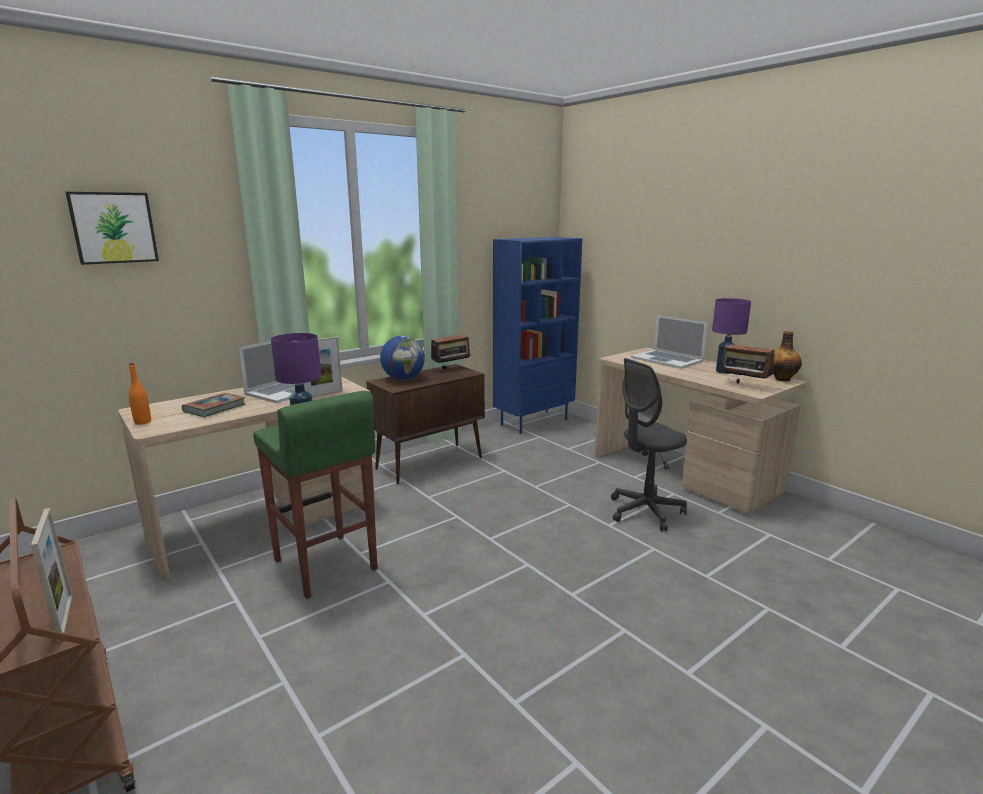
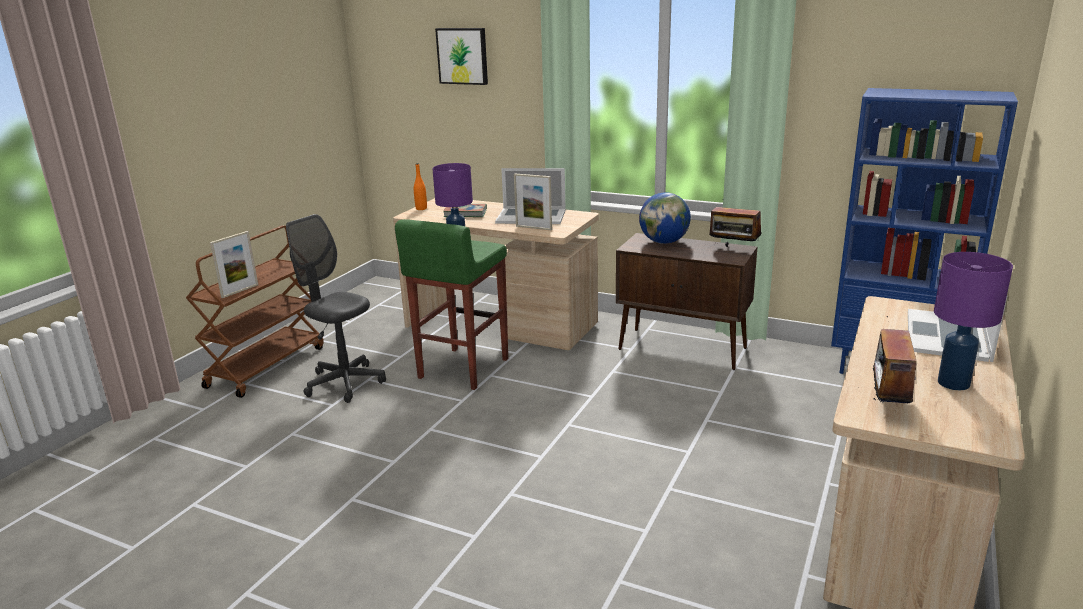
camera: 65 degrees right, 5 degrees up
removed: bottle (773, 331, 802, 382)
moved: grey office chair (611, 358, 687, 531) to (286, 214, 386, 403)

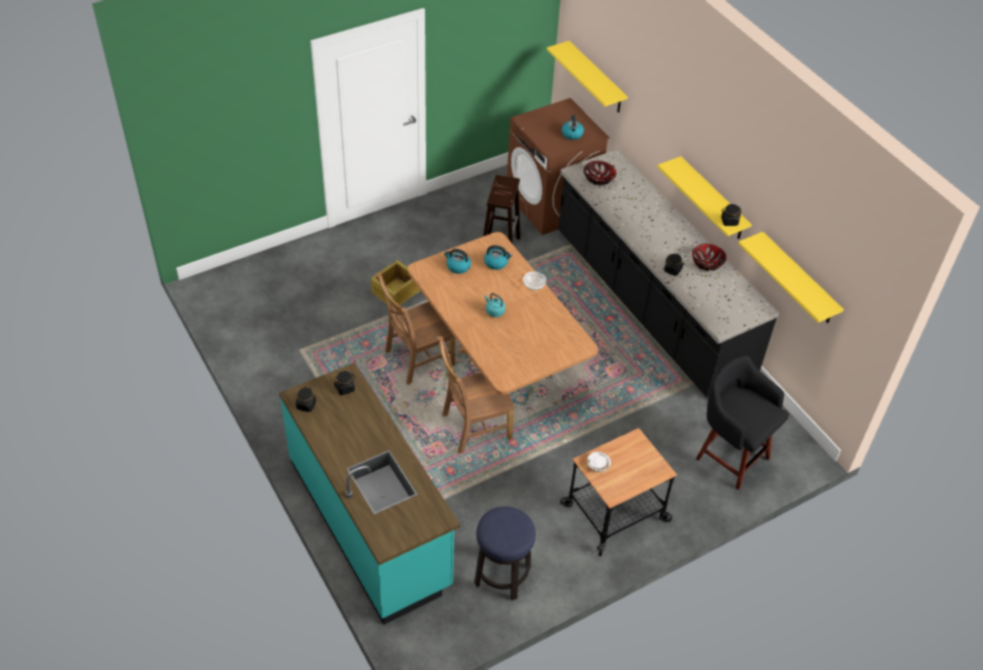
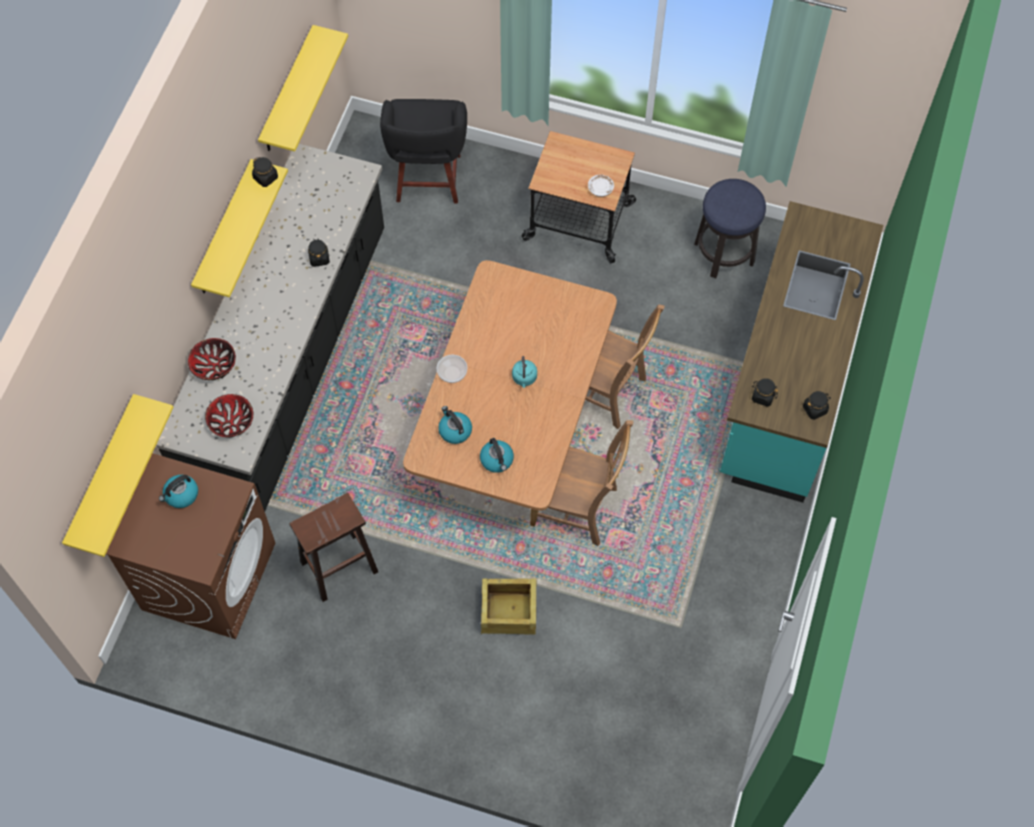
camera: 130 degrees left, 15 degrees up
moved: bowl (692, 244, 727, 271) to (188, 338, 236, 380)

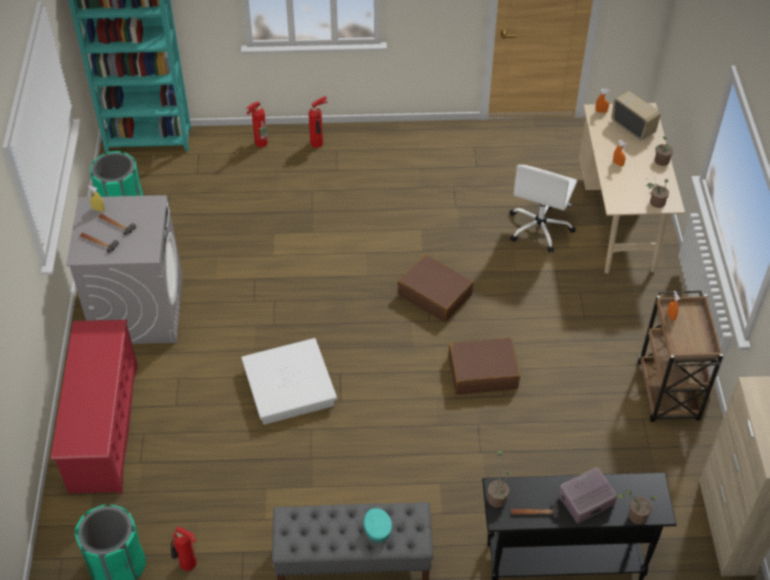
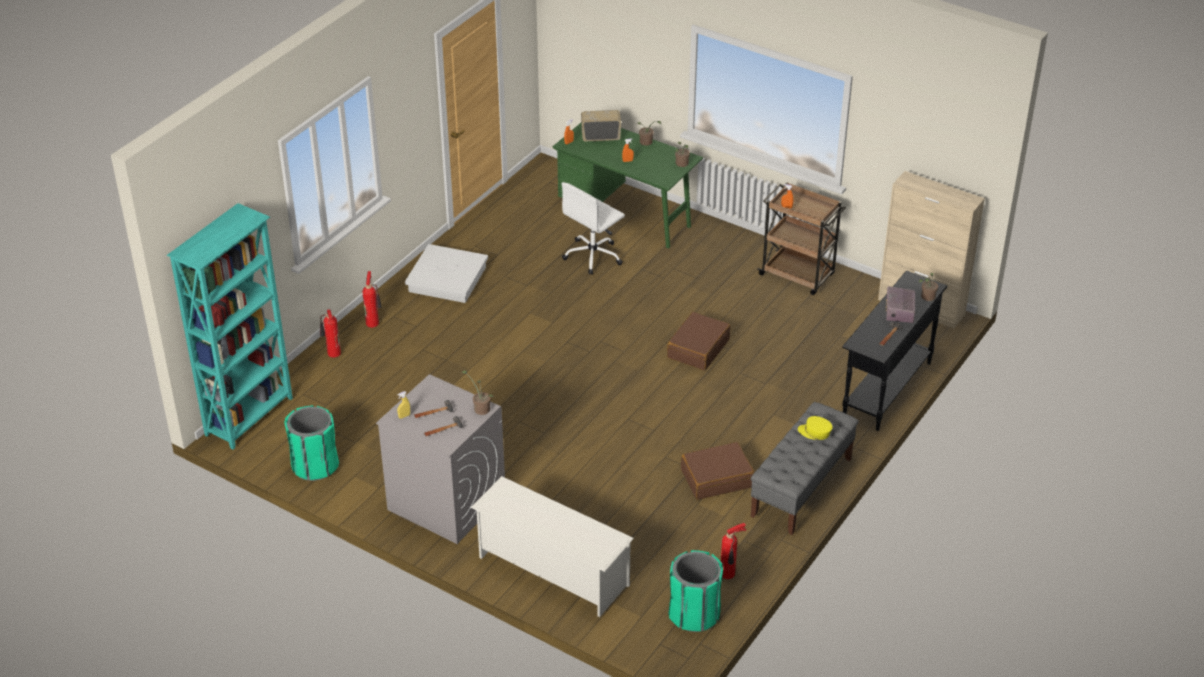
camera: 55 degrees left, 10 degrees down
moved: brown suitcase (398, 254, 474, 322) to (681, 442, 754, 500); white storage box (241, 338, 337, 425) to (405, 244, 488, 303); potted plant (488, 450, 512, 507) to (462, 371, 494, 415)
recoloured: beige desk (579, 103, 685, 274) to green desk (553, 123, 703, 248); red shoe rack (51, 320, 138, 494) to white shoe rack (471, 476, 634, 617); turquoise cap (364, 508, 392, 543) to yellow cap (798, 416, 832, 440)
turned: white office chair (509, 165, 577, 253) = (562, 182, 625, 275) 75 degrees clockwise

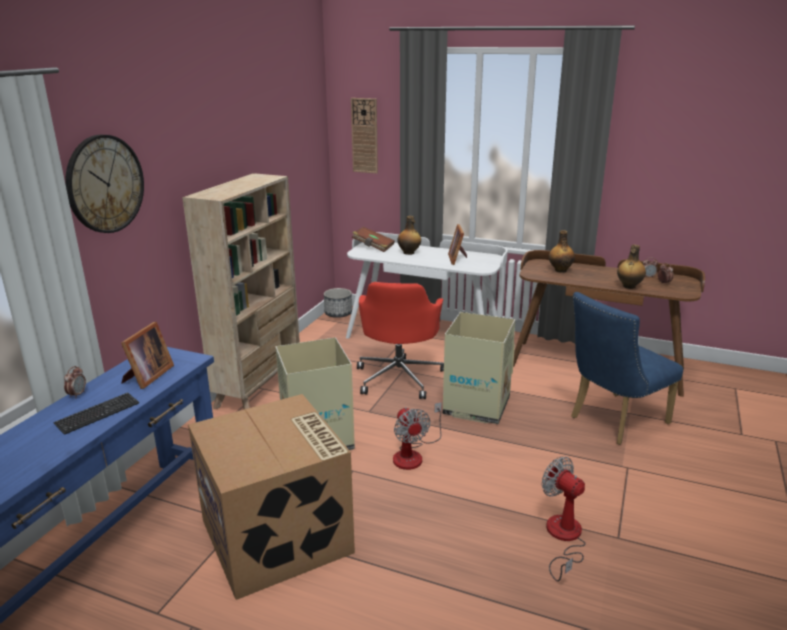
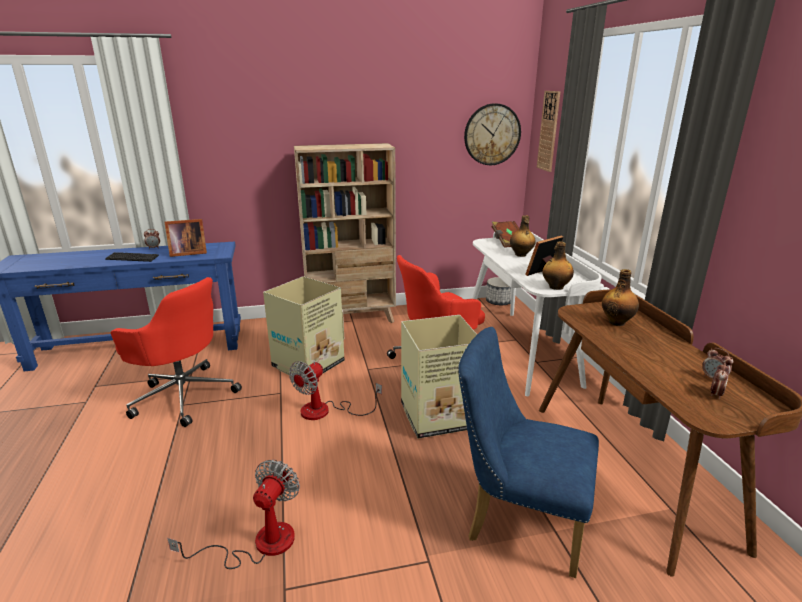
camera: 55 degrees right, 0 degrees up
moved: wall clock (65, 135, 144, 233) to (464, 103, 521, 165); bottle (617, 245, 646, 289) to (542, 241, 574, 290)
replaced: cardboard box (188, 394, 355, 600) to red office chair (111, 277, 242, 427)

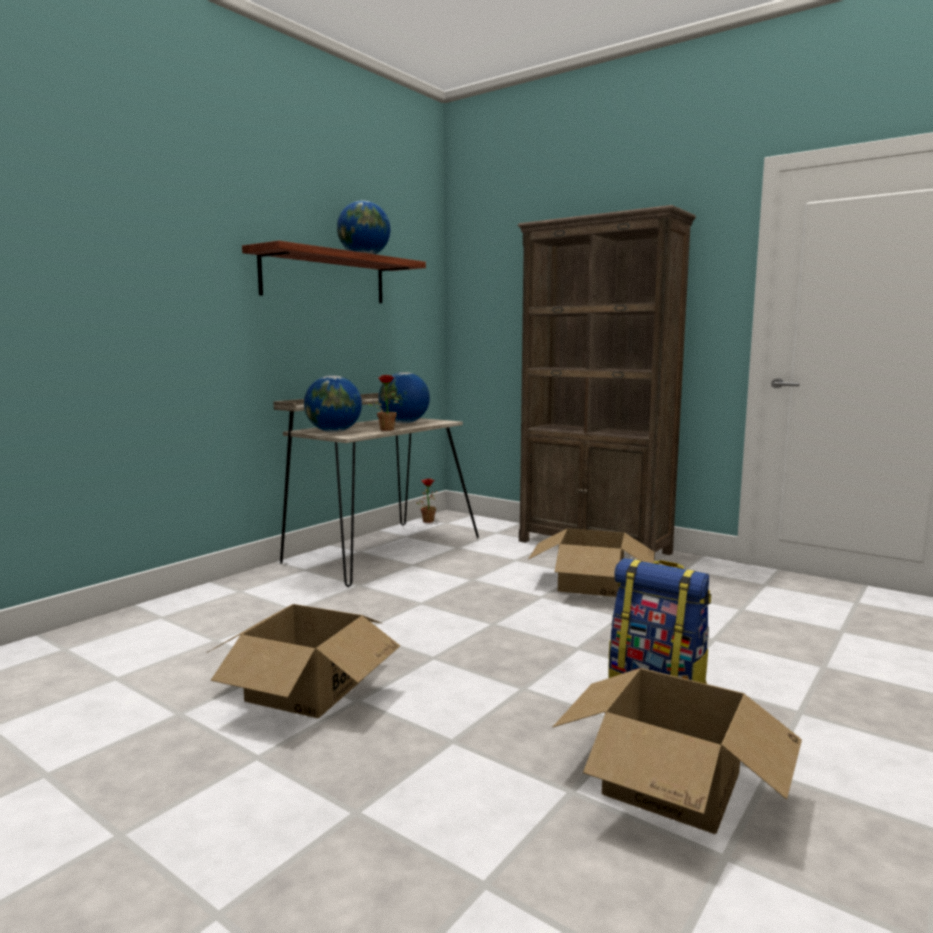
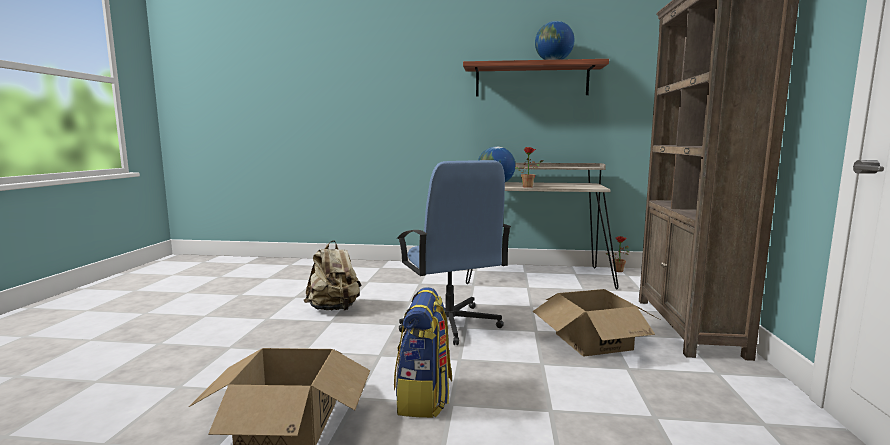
camera: 60 degrees right, 0 degrees up
removed: globe (379, 372, 430, 423)
added: blue office chair (397, 160, 511, 345)
replaced: cardboard box (207, 604, 400, 718) to beige backpack (304, 240, 361, 311)

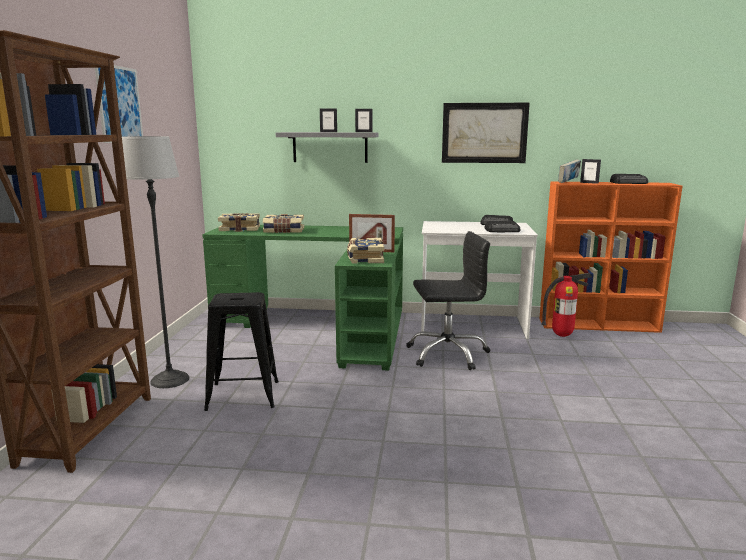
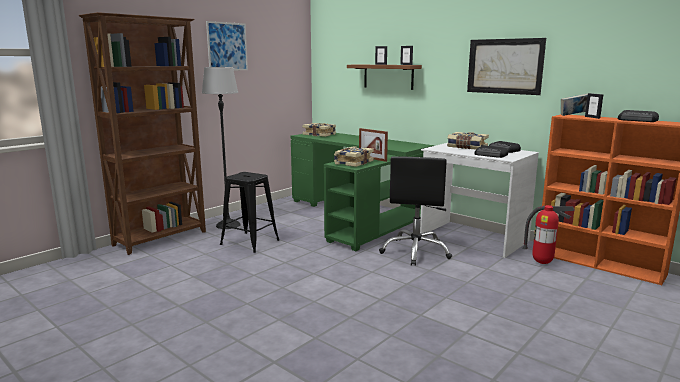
camera: 35 degrees right, 0 degrees up
moved: book (263, 214, 304, 233) to (447, 132, 489, 150)
recoloured: grey shelf (276, 132, 379, 163) to brown shelf (347, 65, 422, 90)
turned: black office chair (406, 231, 490, 370) = (379, 156, 452, 266) 75 degrees clockwise

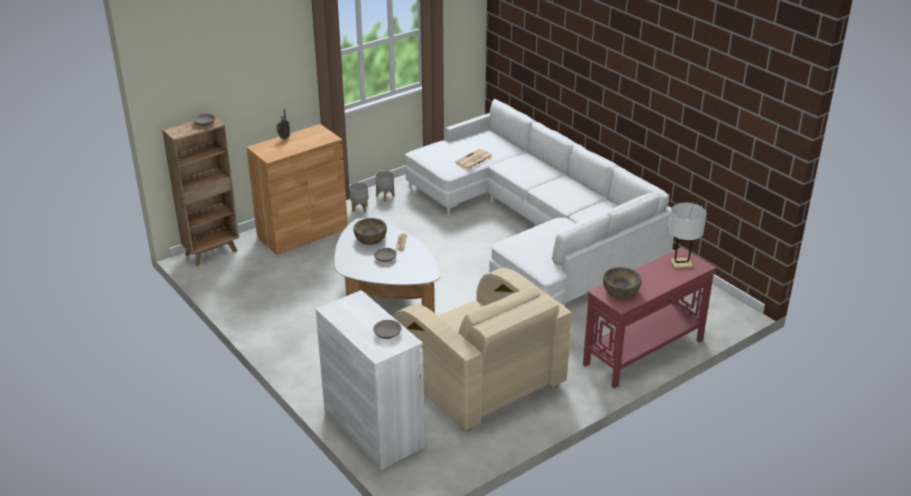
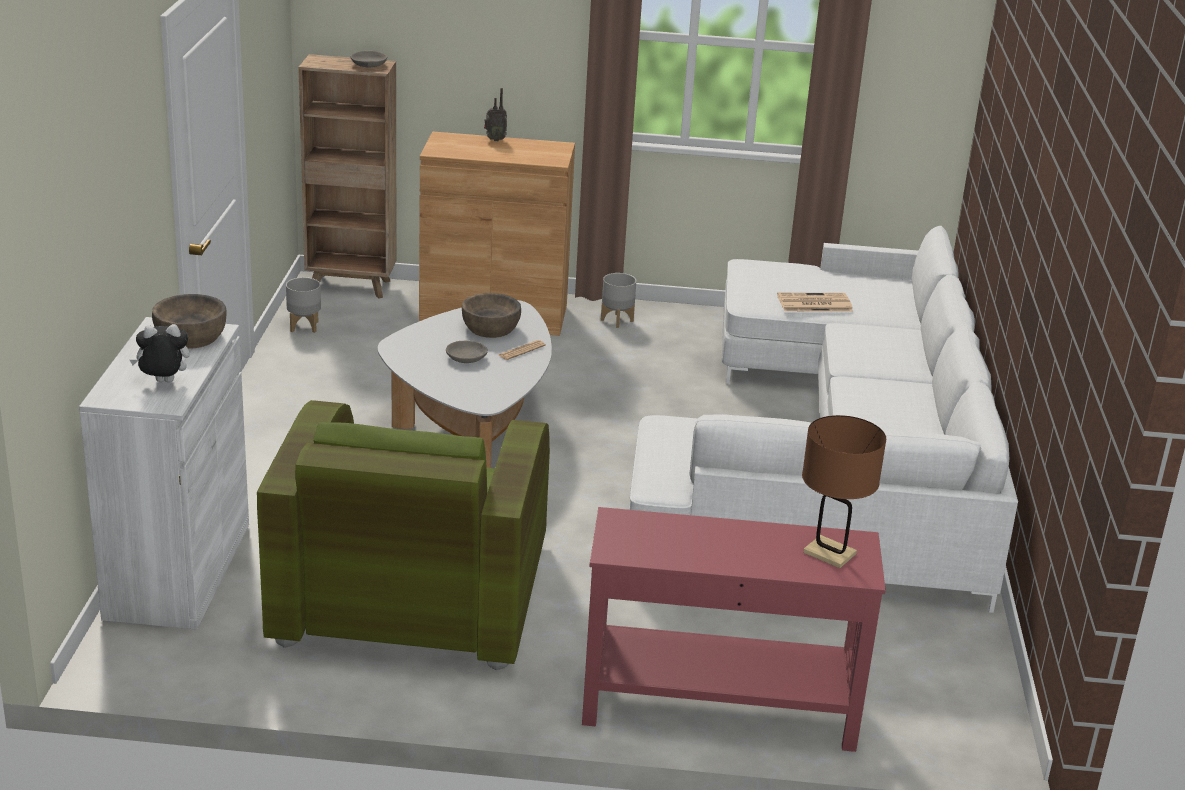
camera: 40 degrees right, 5 degrees down
moved: grey planter (375, 170, 394, 201) to (286, 277, 321, 333); brown bowl (603, 267, 642, 299) to (152, 294, 227, 348)
replaced: grey bowl (373, 320, 402, 339) to plush toy (130, 324, 190, 383)
recoloured: white table lamp (669, 202, 707, 269) to brown table lamp (802, 415, 886, 568); beige armchair (393, 268, 571, 431) to green armchair (257, 400, 550, 670)

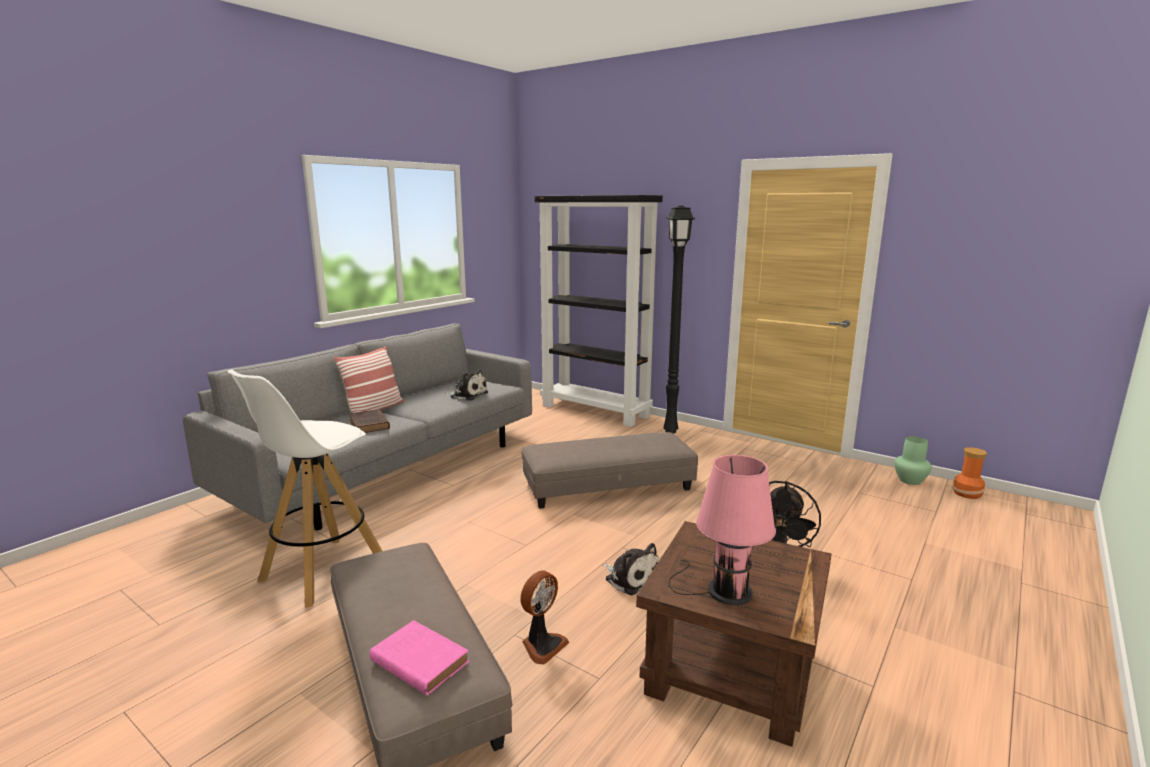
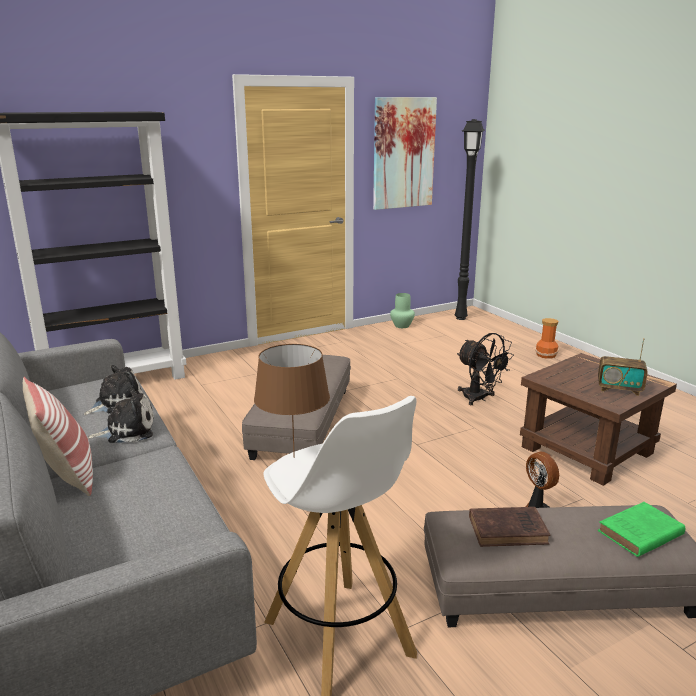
camera: 65 degrees left, 5 degrees up
added: picture (373, 97, 437, 210); brown table lamp (254, 344, 330, 458)
moved: black floor lamp (663, 206, 696, 434) to (455, 119, 485, 320); brown book (349, 409, 390, 433) to (469, 507, 550, 547); vase (952, 447, 987, 499) to (535, 318, 559, 359); plush toy (602, 543, 659, 595) to (87, 388, 154, 443)
replaced: pink table lamp (669, 455, 776, 605) to radio (598, 338, 648, 396)
recoloured: pink book (370, 620, 470, 696) to green book (598, 502, 685, 557)

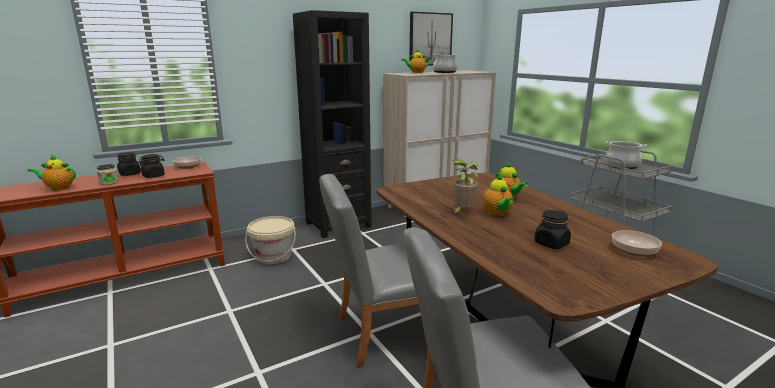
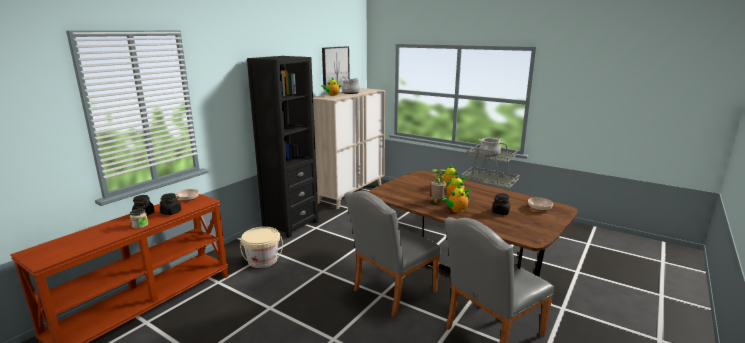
camera: 25 degrees left, 0 degrees up
moved: teapot (27, 154, 76, 191) to (442, 184, 469, 212)

